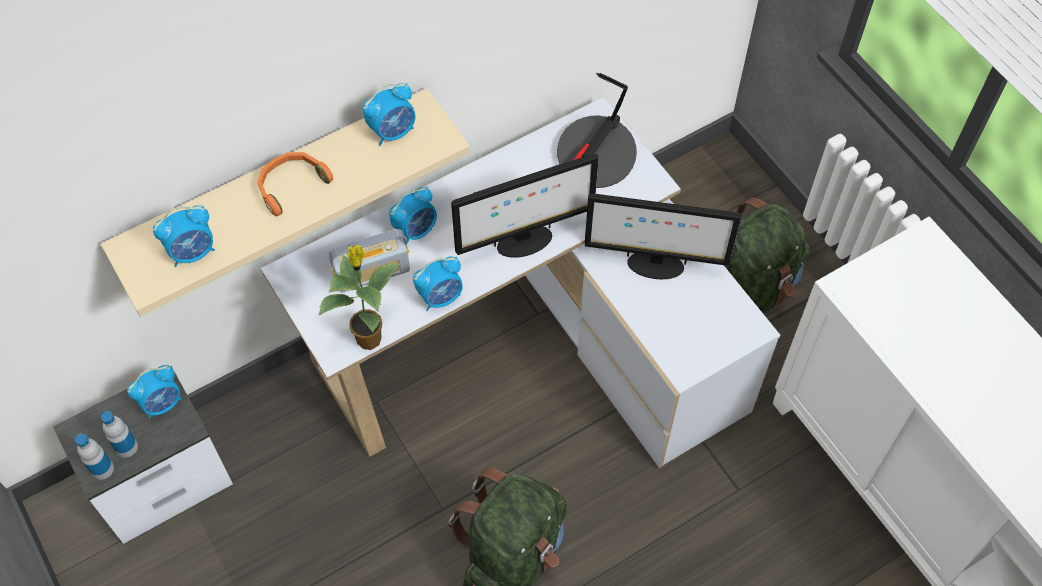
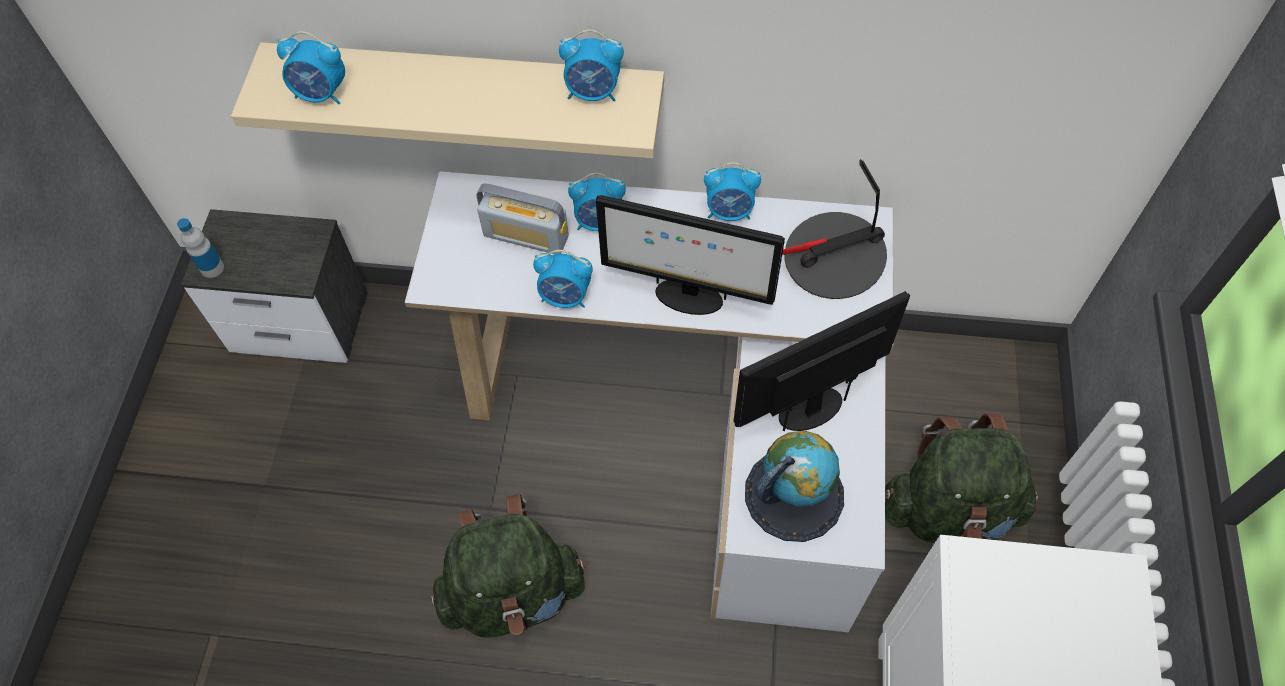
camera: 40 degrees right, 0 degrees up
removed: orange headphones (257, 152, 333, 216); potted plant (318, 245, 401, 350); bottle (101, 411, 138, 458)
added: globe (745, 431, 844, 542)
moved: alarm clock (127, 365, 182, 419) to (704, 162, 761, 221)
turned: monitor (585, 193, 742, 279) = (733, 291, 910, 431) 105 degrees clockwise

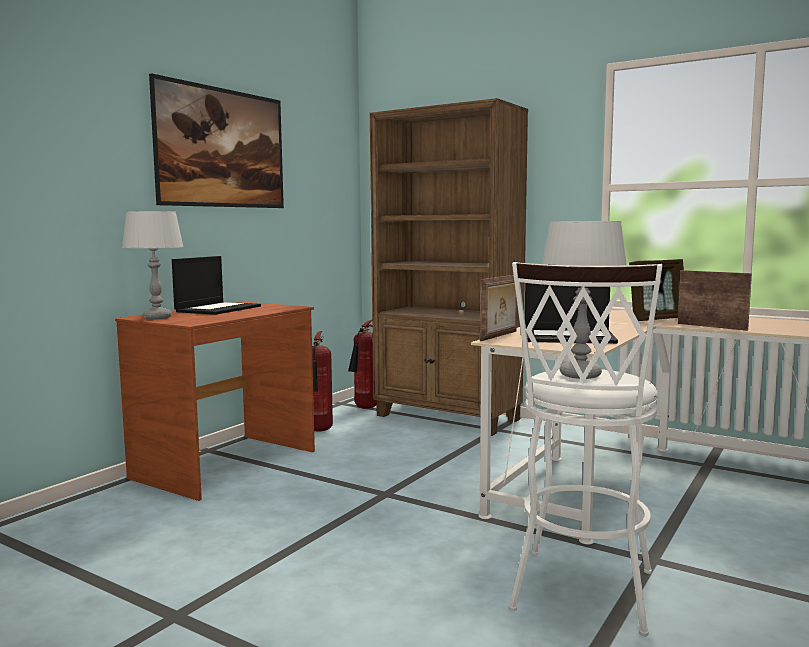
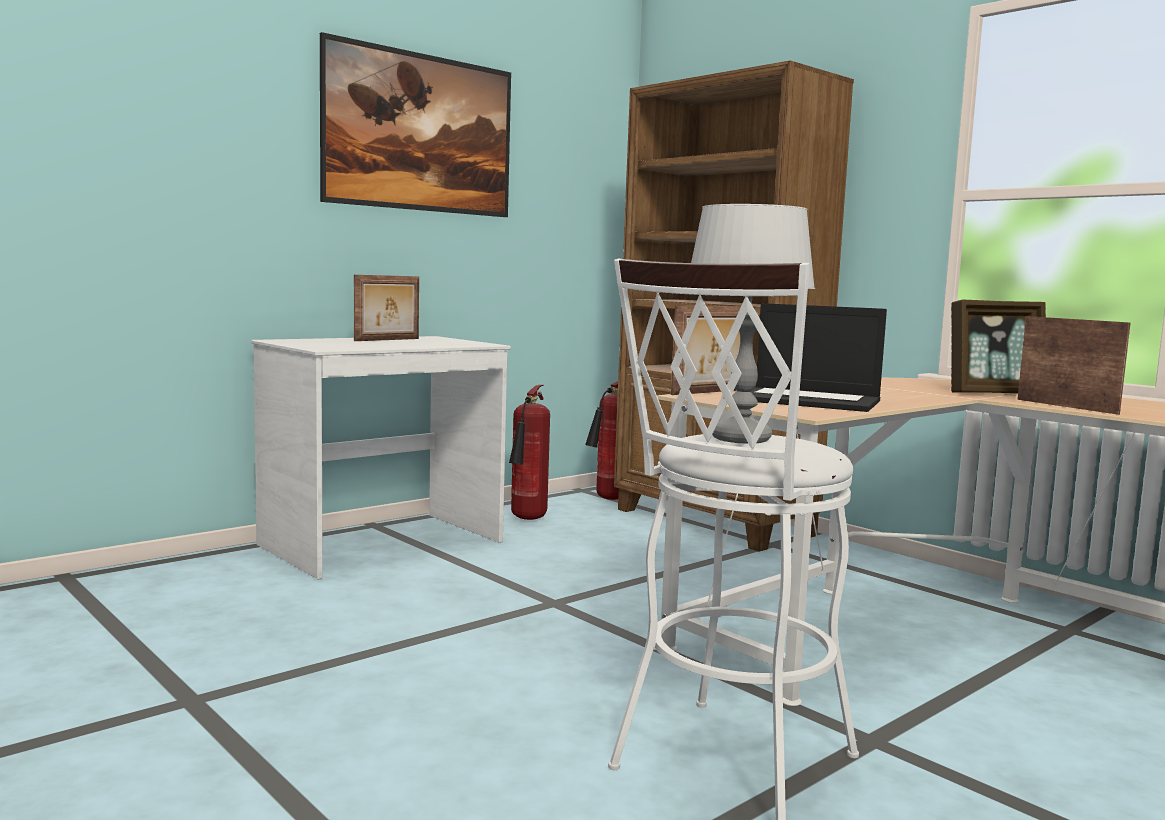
camera: 15 degrees right, 0 degrees up
removed: grey table lamp (122, 211, 184, 319)
replaced: laptop (172, 256, 261, 315) to picture frame (354, 275, 419, 341)
recoloured: brown desk (115, 302, 315, 501) to white desk (251, 336, 511, 579)

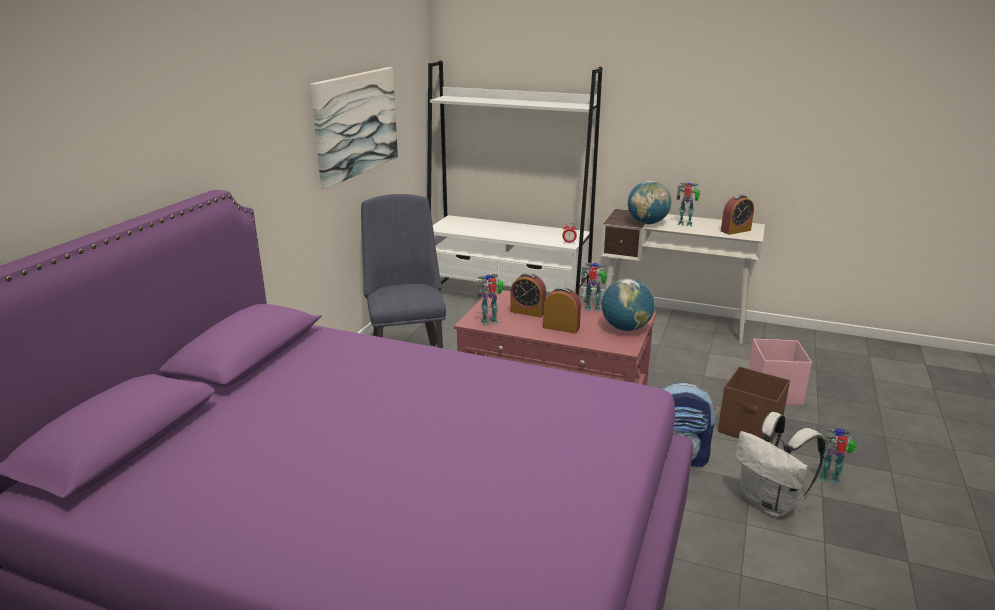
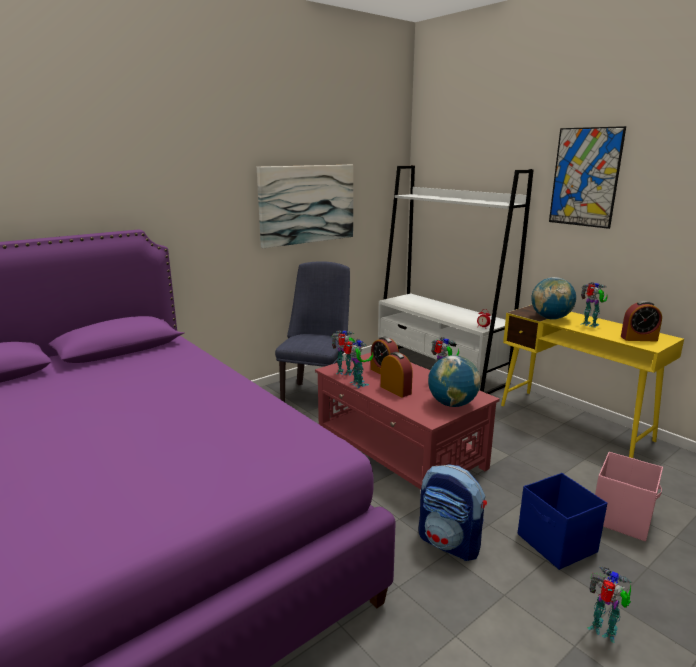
camera: 30 degrees right, 5 degrees down
removed: white backpack (735, 412, 825, 517)
added: picture (549, 126, 626, 229); toy robot (343, 339, 373, 388)
recoloured: white desk (601, 209, 765, 344) to yellow desk (501, 305, 684, 458); brown storage box (718, 367, 790, 443) to blue storage box (518, 473, 607, 570)

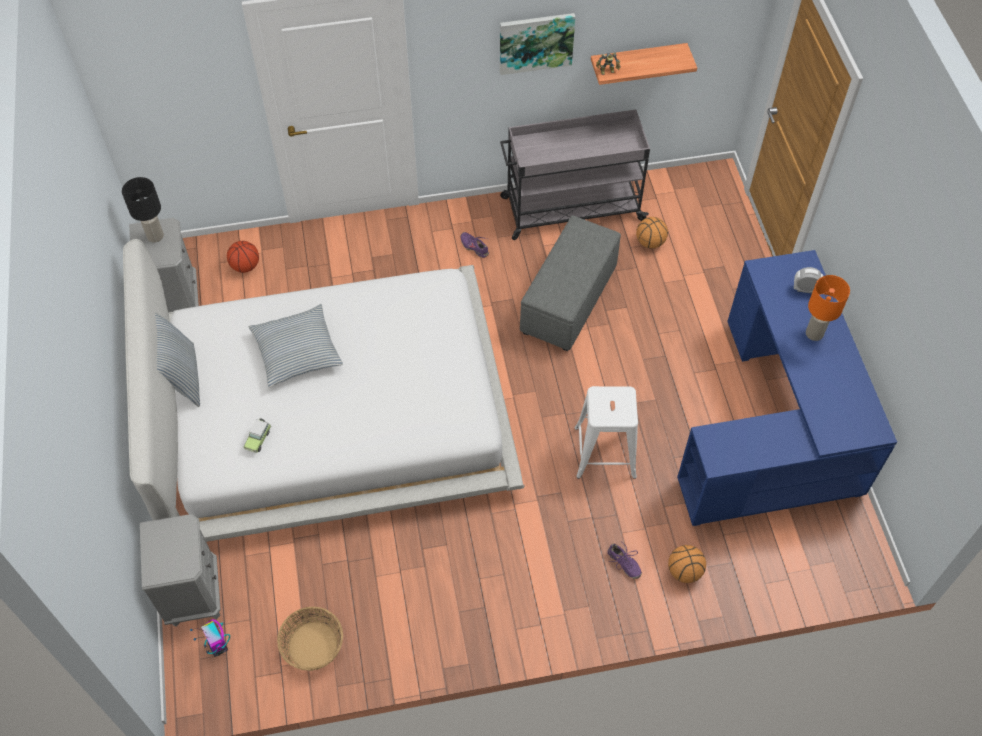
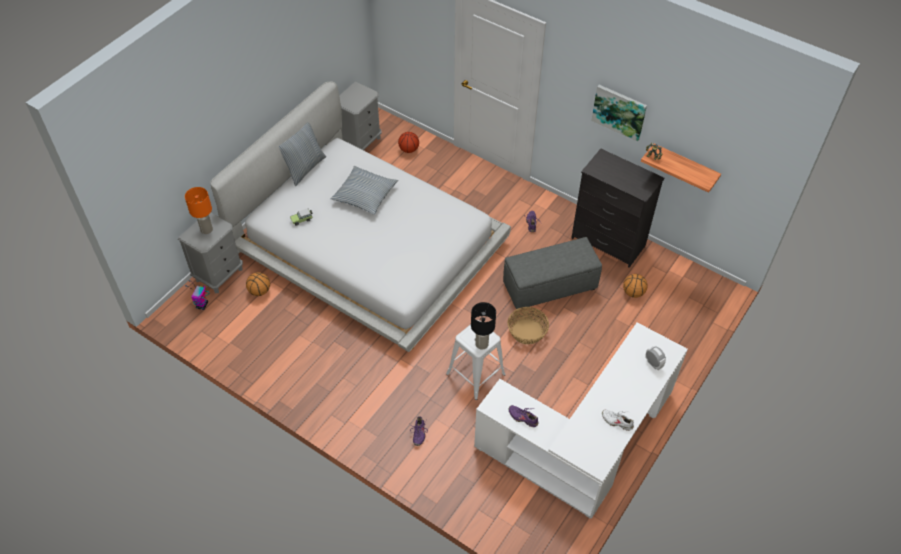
camera: 45 degrees right, 5 degrees down
added: purple shoe (509, 405, 539, 427); white shoe (602, 410, 634, 431)
moved: black table lamp (122, 177, 164, 242) to (471, 302, 496, 350); orange table lamp (806, 275, 850, 341) to (185, 187, 213, 234); basketball (668, 545, 706, 583) to (246, 272, 270, 296); basket (277, 607, 343, 671) to (507, 307, 549, 344)
replaced: grey cart (500, 109, 650, 240) to black dresser (571, 149, 664, 268)
recoloured: blue desk (677, 250, 897, 526) to white desk (474, 322, 688, 519)

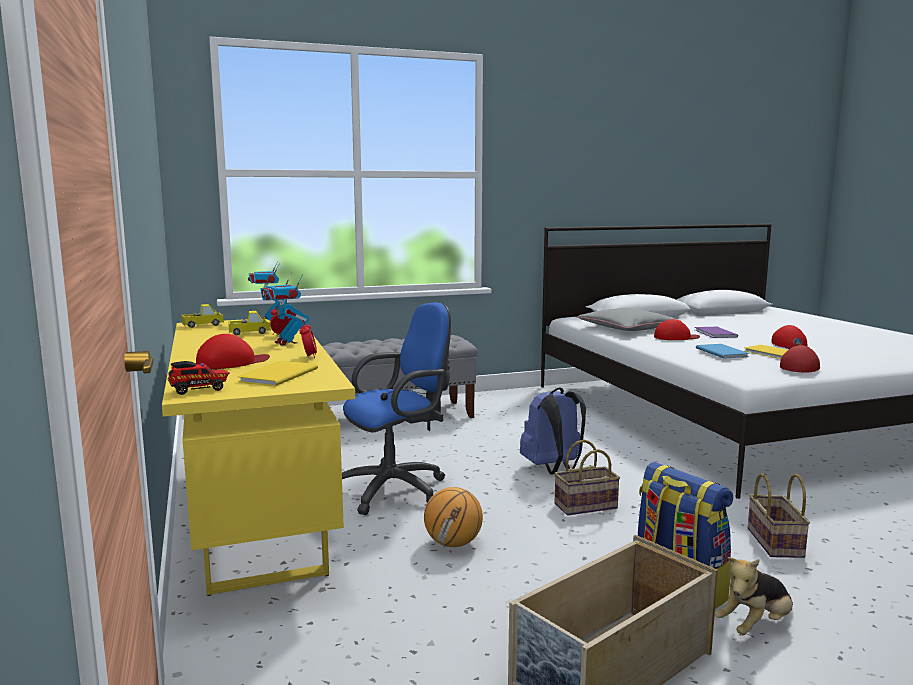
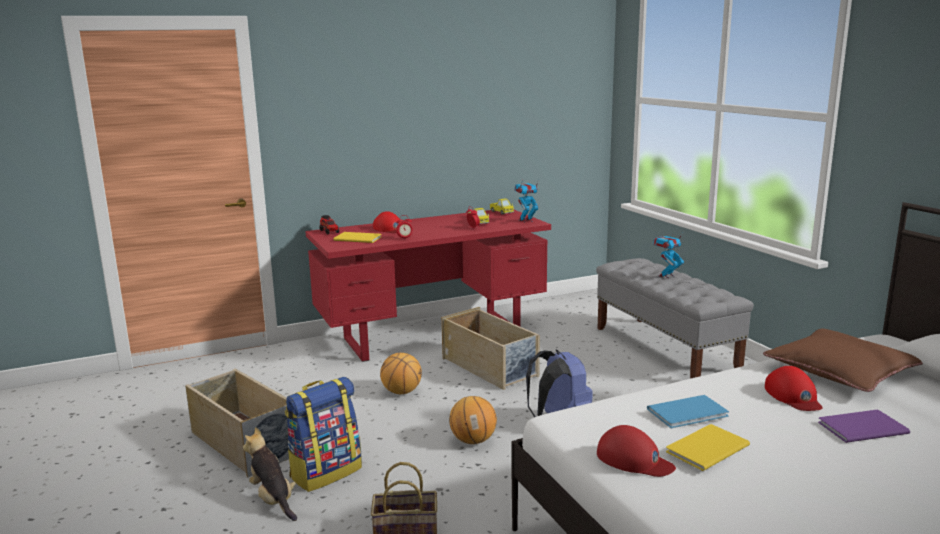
camera: 85 degrees right, 5 degrees up
removed: red cap (771, 325, 807, 349)
moved: toy robot (260, 272, 309, 346) to (653, 231, 684, 278)
replaced: blue office chair (342, 302, 451, 515) to beige storage box (441, 307, 540, 390); basket (554, 440, 620, 515) to basketball (449, 396, 497, 444)
recoloured: grey pillow (577, 308, 680, 331) to brown pillow (763, 329, 923, 392); yellow desk (162, 319, 355, 596) to red desk (306, 210, 551, 362)

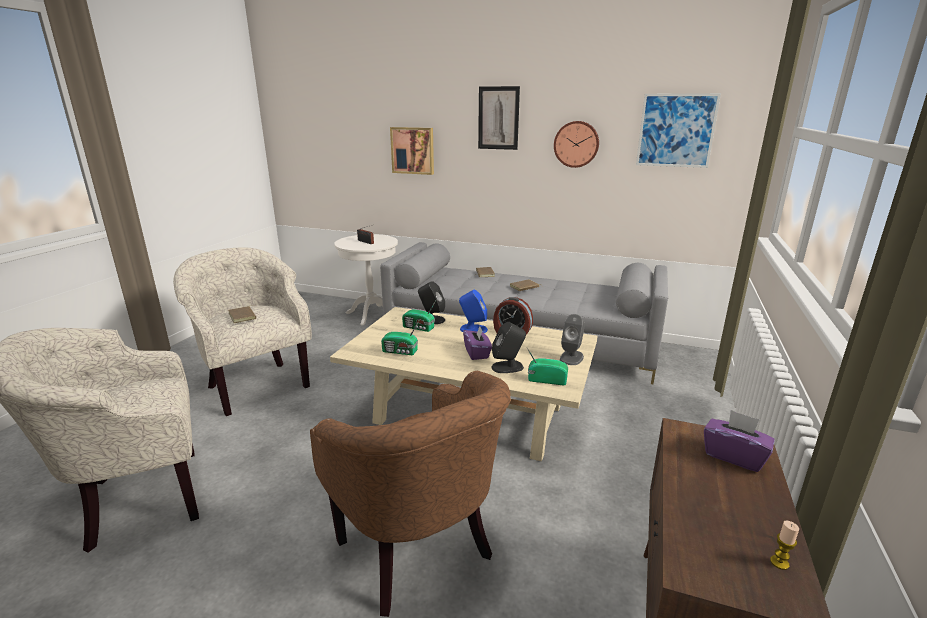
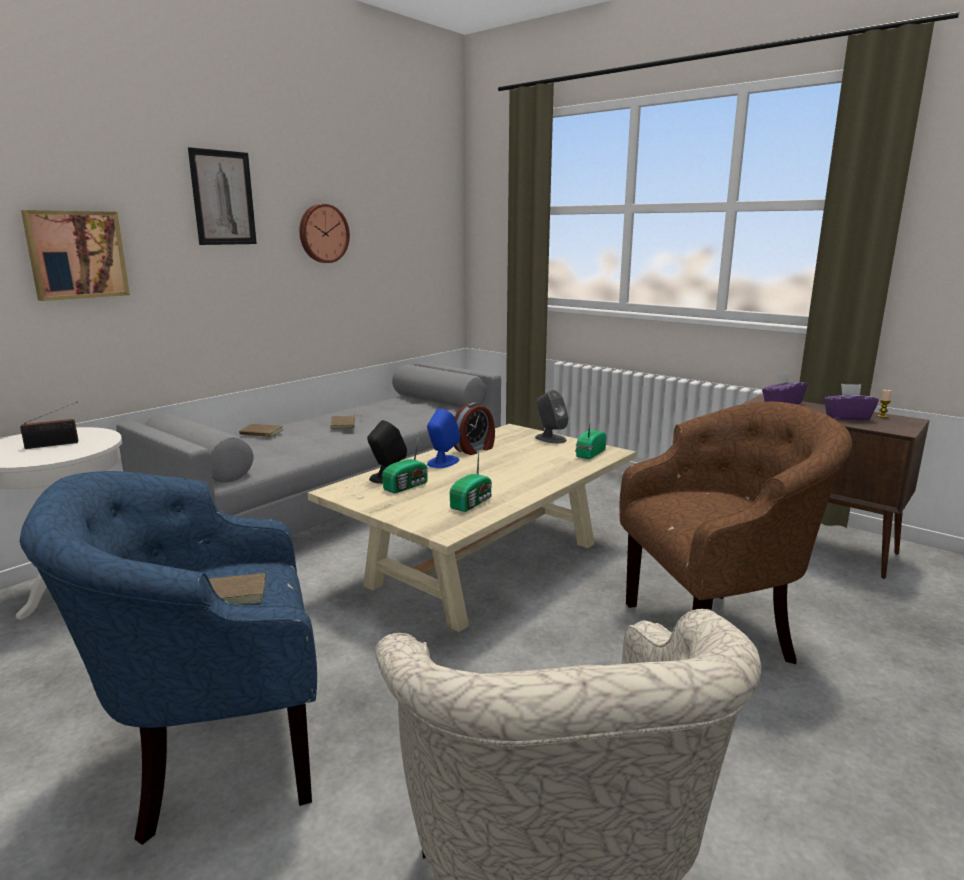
camera: 70 degrees left, 5 degrees down
removed: picture (636, 93, 721, 168); black speaker (491, 322, 526, 373)
moved: purple tissue box (463, 326, 492, 360) to (824, 384, 879, 420)
recoloured: beige armchair (173, 247, 312, 416) to blue armchair (19, 471, 317, 845)

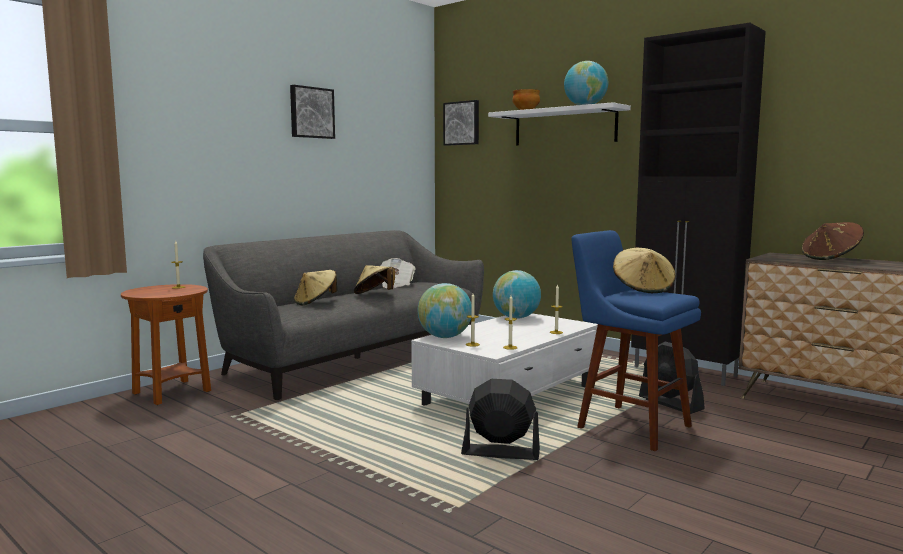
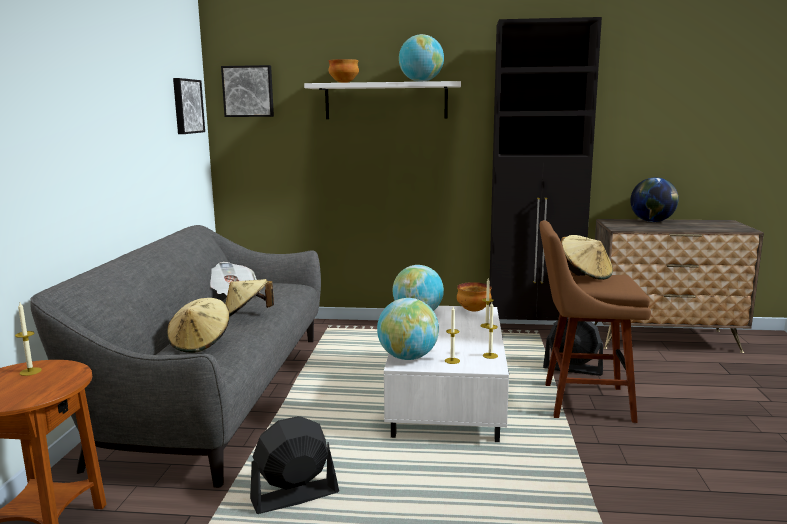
camera: 35 degrees left, 5 degrees up
added: bowl (457, 282, 492, 312)
moved: picture (290, 85, 335, 139) to (173, 78, 205, 134); black fan (461, 379, 540, 460) to (250, 416, 339, 514)
replaced: brown hat (802, 222, 864, 260) to globe (630, 177, 679, 222)
recoloured: blue stool (571, 230, 701, 451) to brown stool (540, 220, 651, 423)

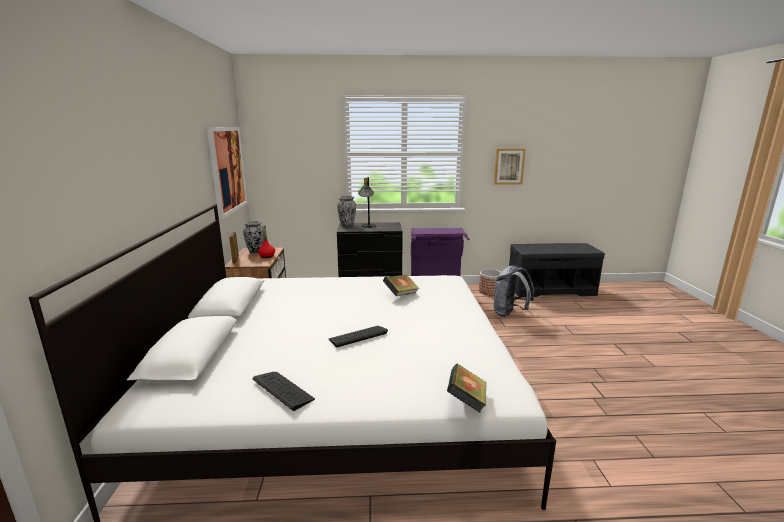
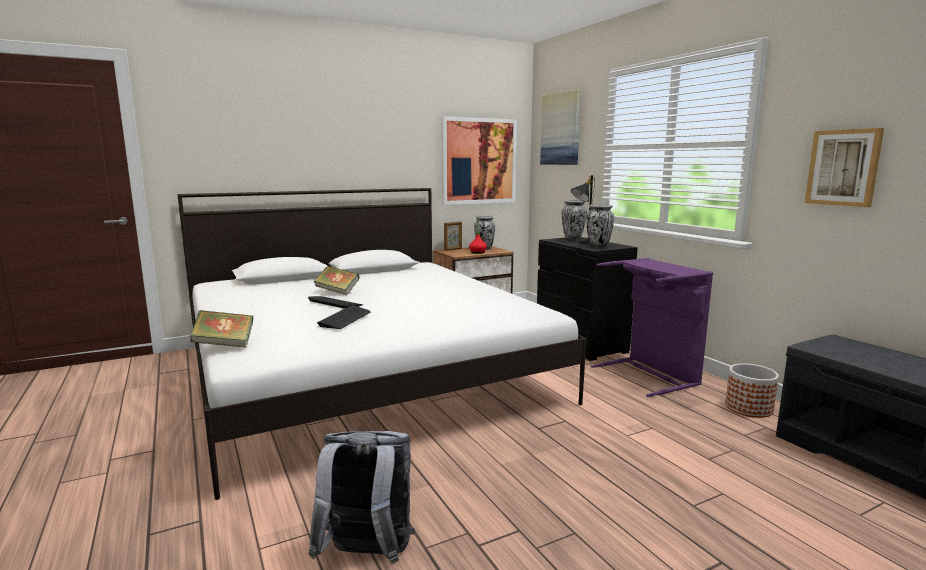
camera: 65 degrees right, 5 degrees down
added: picture (540, 90, 581, 165); vase (586, 204, 614, 248)
moved: grey backpack (494, 265, 534, 317) to (308, 431, 415, 564); book (383, 274, 420, 296) to (314, 266, 360, 295); keyboard (253, 372, 315, 411) to (317, 305, 371, 329)

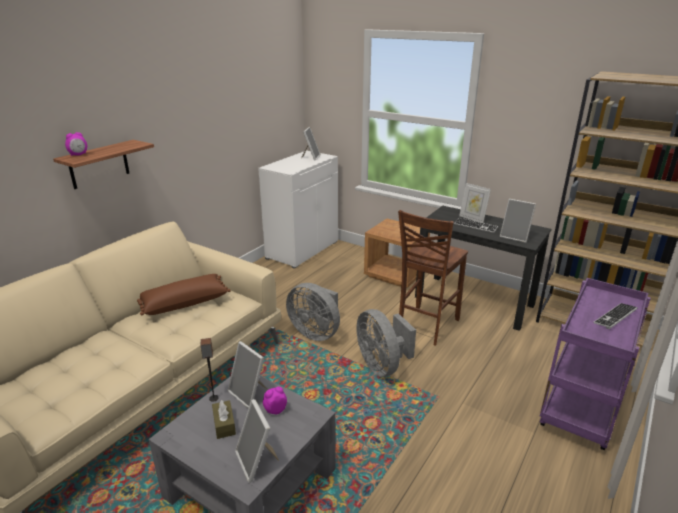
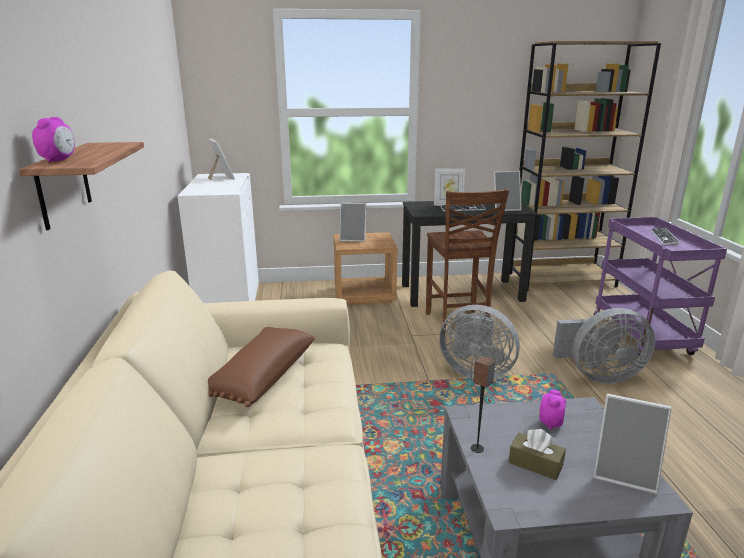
camera: 40 degrees left, 5 degrees down
moved: grey fan (286, 283, 340, 341) to (553, 308, 655, 384); picture frame (228, 341, 268, 409) to (339, 203, 366, 242)

